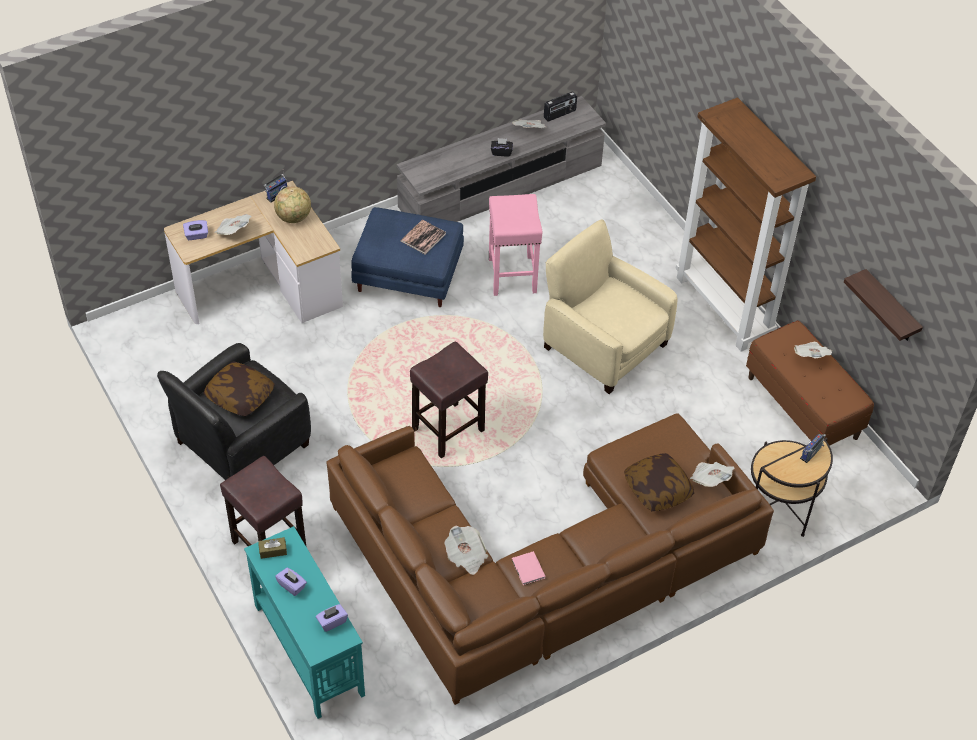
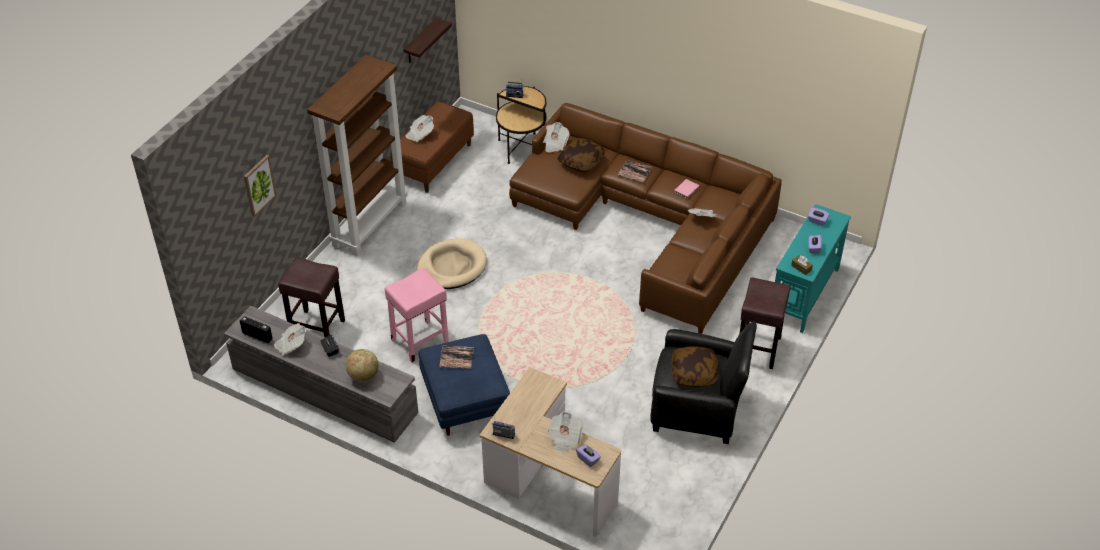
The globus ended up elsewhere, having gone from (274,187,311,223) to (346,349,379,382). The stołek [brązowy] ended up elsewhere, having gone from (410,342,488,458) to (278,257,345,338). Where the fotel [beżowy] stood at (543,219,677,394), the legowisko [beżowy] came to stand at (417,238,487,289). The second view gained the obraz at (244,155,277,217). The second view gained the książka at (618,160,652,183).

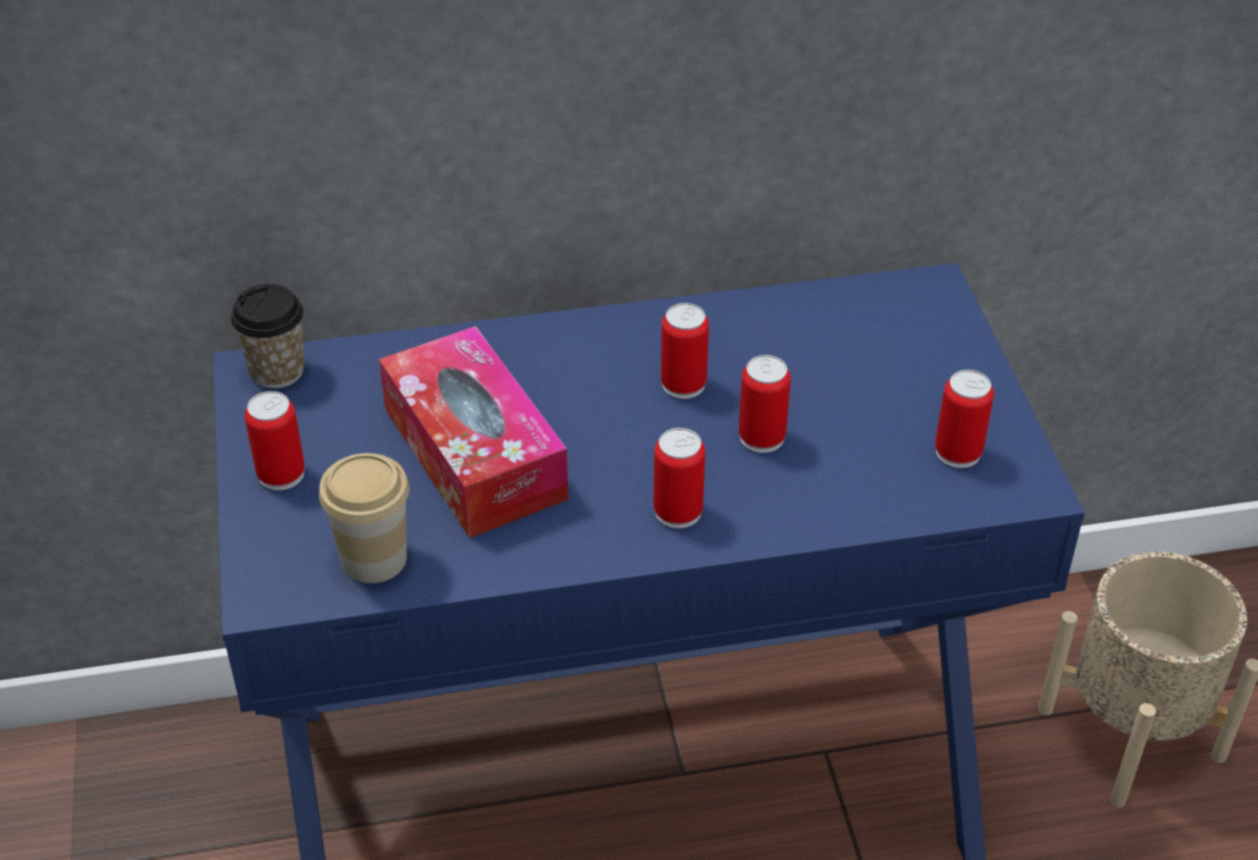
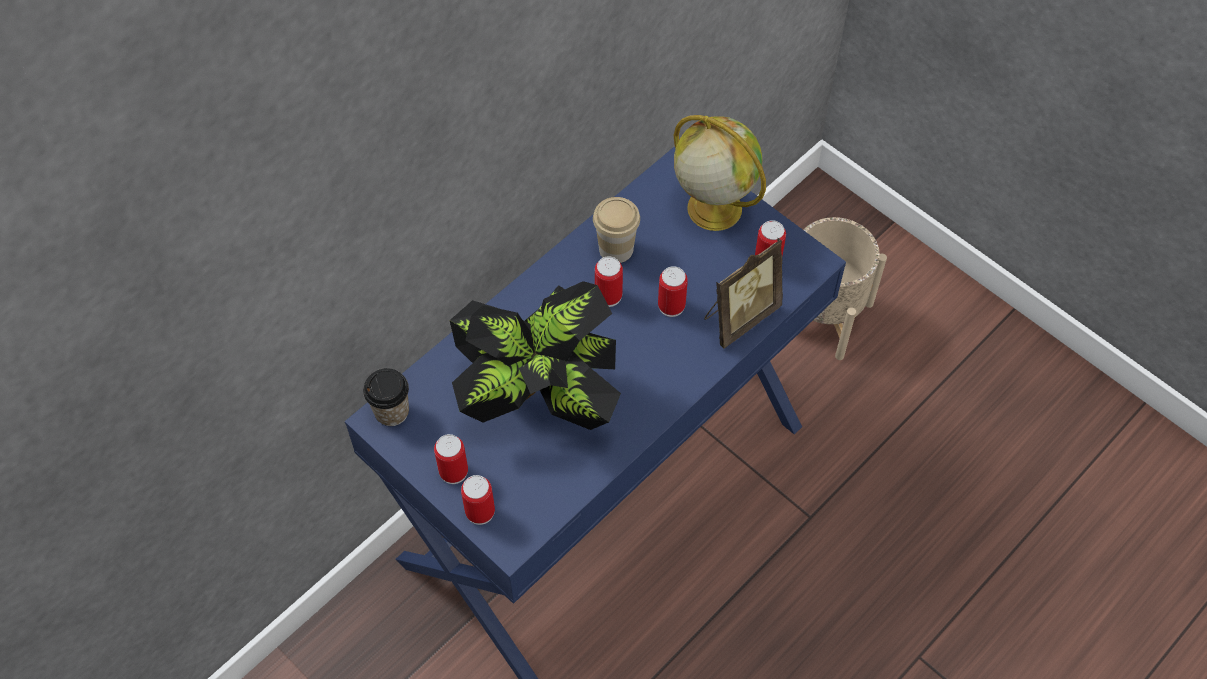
The filiżanka ended up elsewhere, having gone from (319,453,410,583) to (593,197,640,263). Where the pudełko chusteczek stood at (379,326,569,538), the roślina doniczkowa came to stand at (450,281,621,430). The puszka ended up elsewhere, having gone from (653,428,705,529) to (461,475,495,525). The second view gained the globus at (674,115,766,231). The second view gained the ramka na zdjęcie at (704,238,783,348).

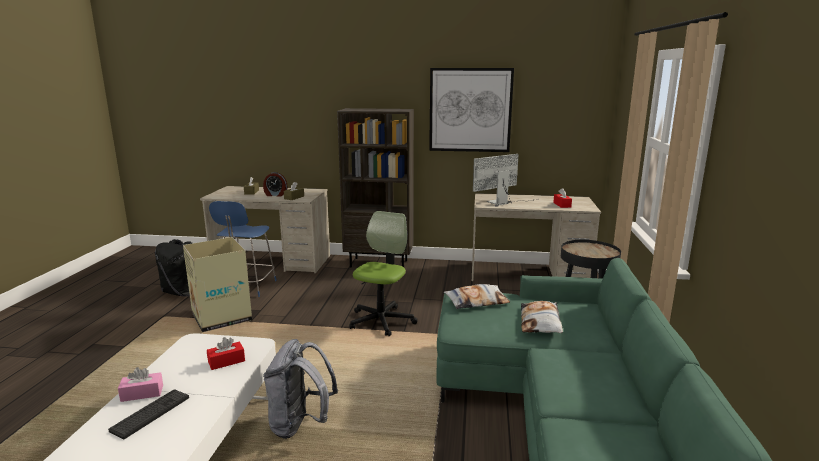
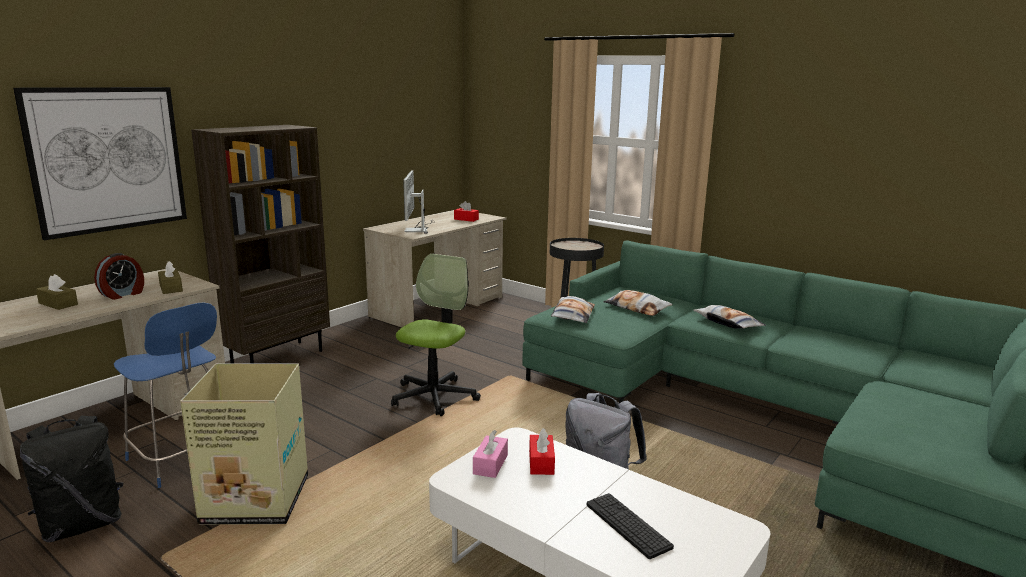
The pudełko chusteczek [różowy] ended up elsewhere, having gone from (118,367,163,402) to (473,430,508,478). The krzesło biurowe at (349,211,418,336) ended up facing another way, 60 degrees clockwise from before. The obraz ended up elsewhere, having gone from (429,68,514,152) to (13,87,187,240). The second view gained the poduszka at (693,305,766,329).

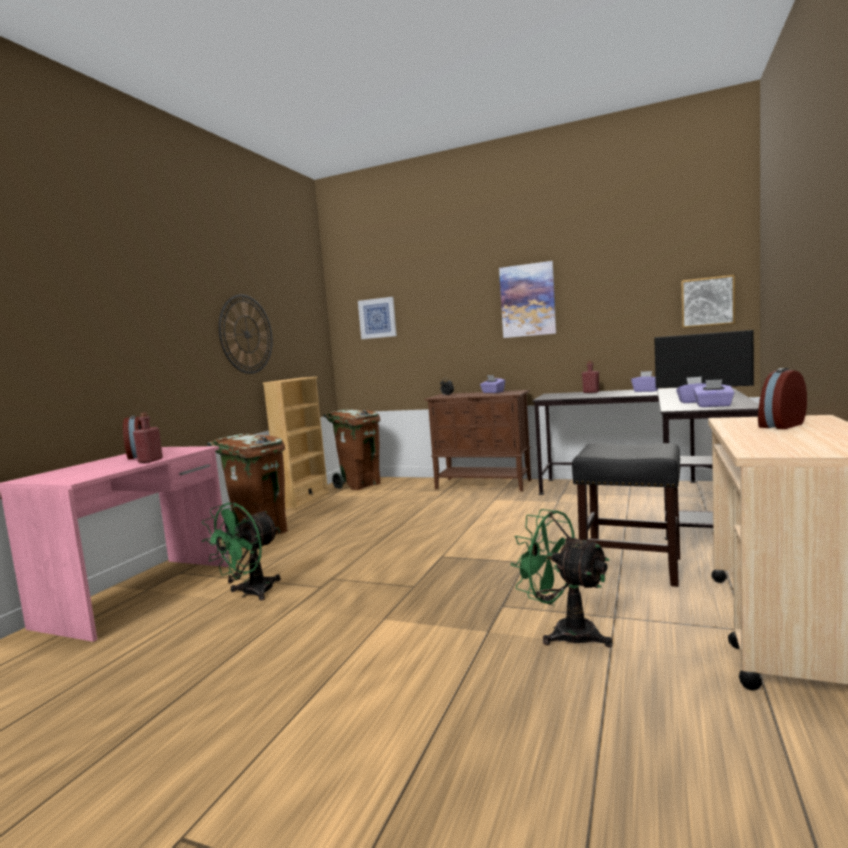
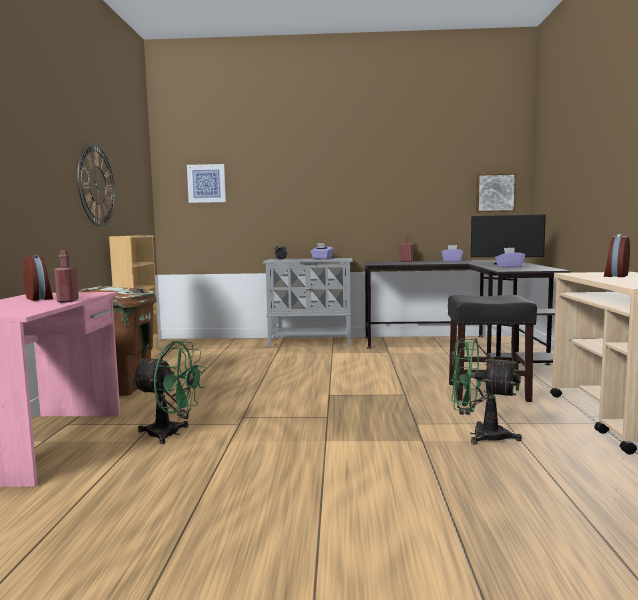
The wentylator [zielony] at (202,502,281,601) ended up facing another way, 90 degrees counterclockwise from before. The second view lost the kosz na śmieci [brązowy] at (323,409,381,490). What was the szafka [brązowy] at (424,390,531,491) turned into the szafka [szary] at (263,258,353,347). The second view lost the obraz at (499,261,556,338). The second view lost the pudełko chusteczek [fioletowy] at (693,379,734,407).

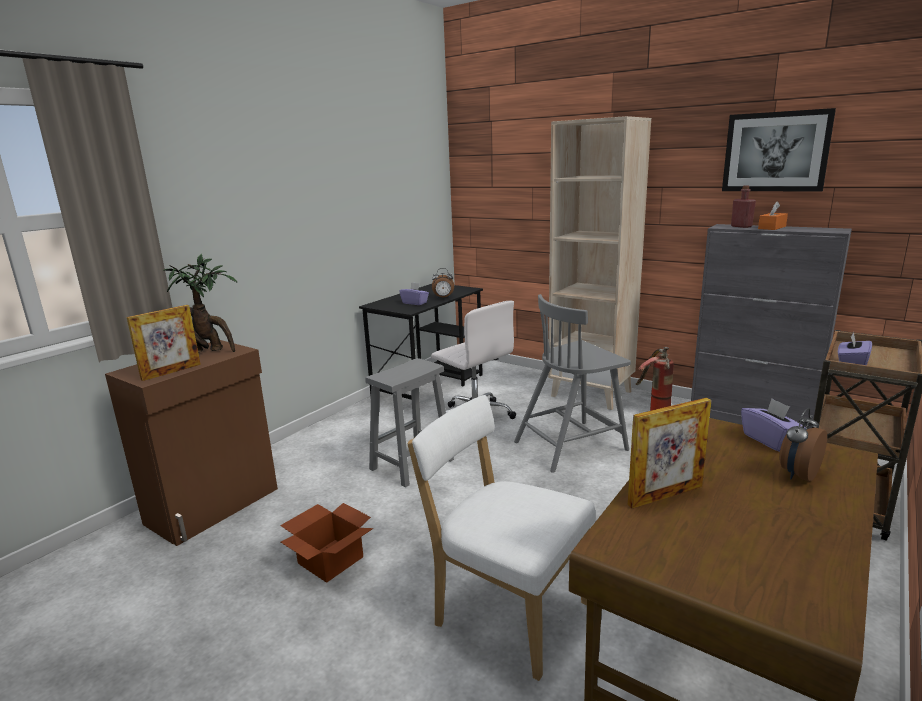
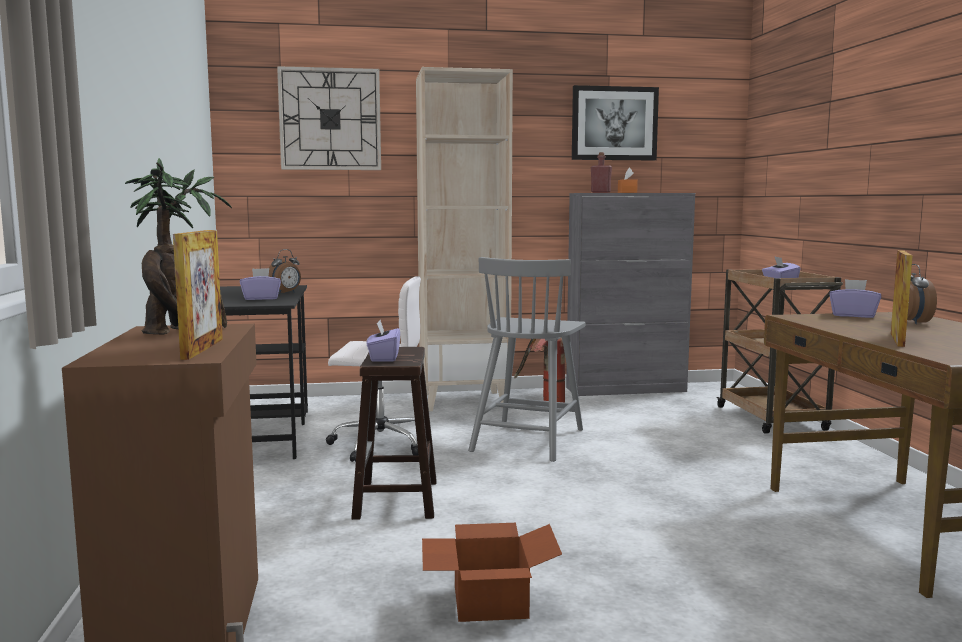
What was the stołek [szary] at (365,358,454,487) turned into the stołek [brązowy] at (351,347,437,520). The second view lost the krzesło [biały] at (407,395,595,681). The second view gained the zegar ścienny at (277,66,381,170). The second view gained the pudełko chusteczek [fioletowy] at (366,320,400,362).

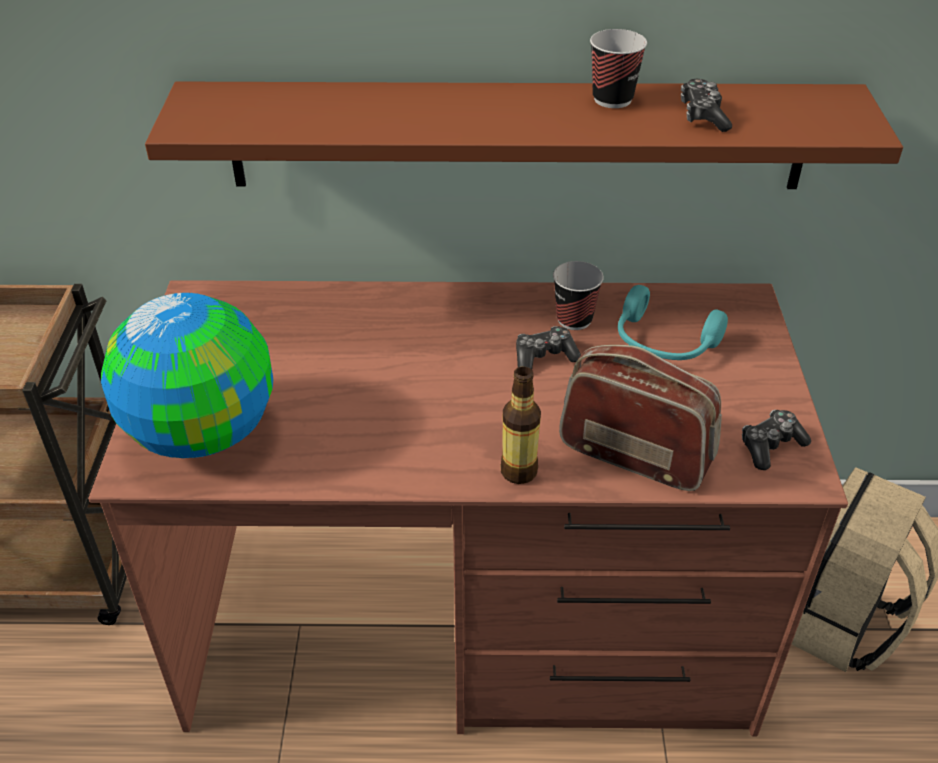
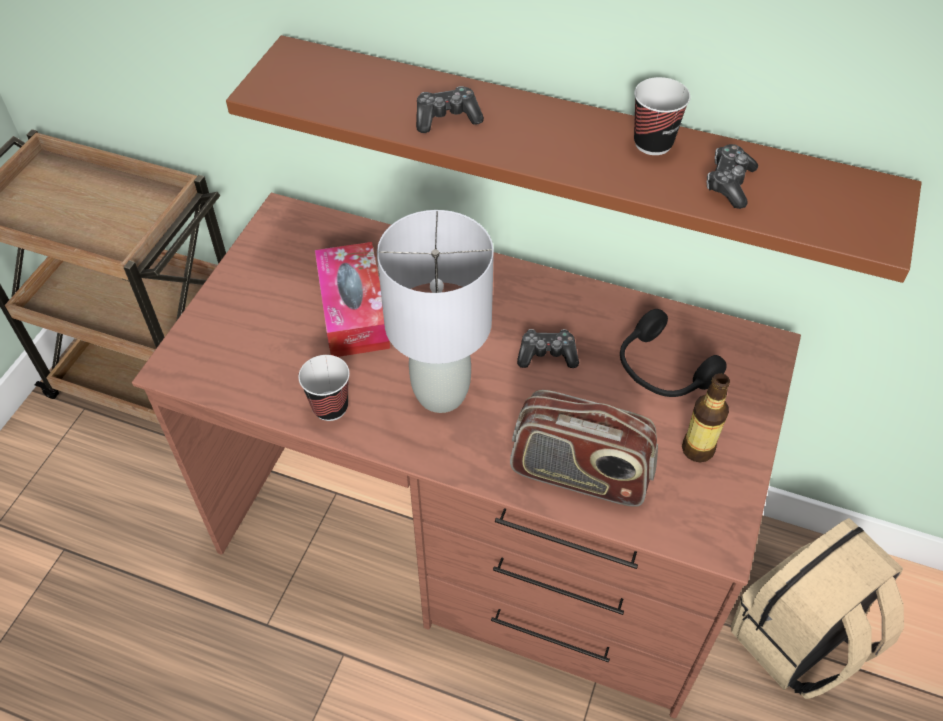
The second view lost the globus at (101,293,273,458). The butelka ended up elsewhere, having gone from (500,367,541,484) to (682,373,730,462). The filiżanka ended up elsewhere, having gone from (553,261,604,330) to (298,355,350,421). The radio at (559,345,722,491) ended up facing another way, 150 degrees clockwise from before. What was the słuchawki [turkusowy] at (618,285,728,360) turned into the słuchawki [czarny] at (620,309,727,397). The pad do gier ended up elsewhere, having gone from (742,409,811,470) to (416,86,484,133). The second view gained the pudełko chusteczek at (315,242,391,357). The second view gained the lampa stołowa [szary] at (377,210,494,413).

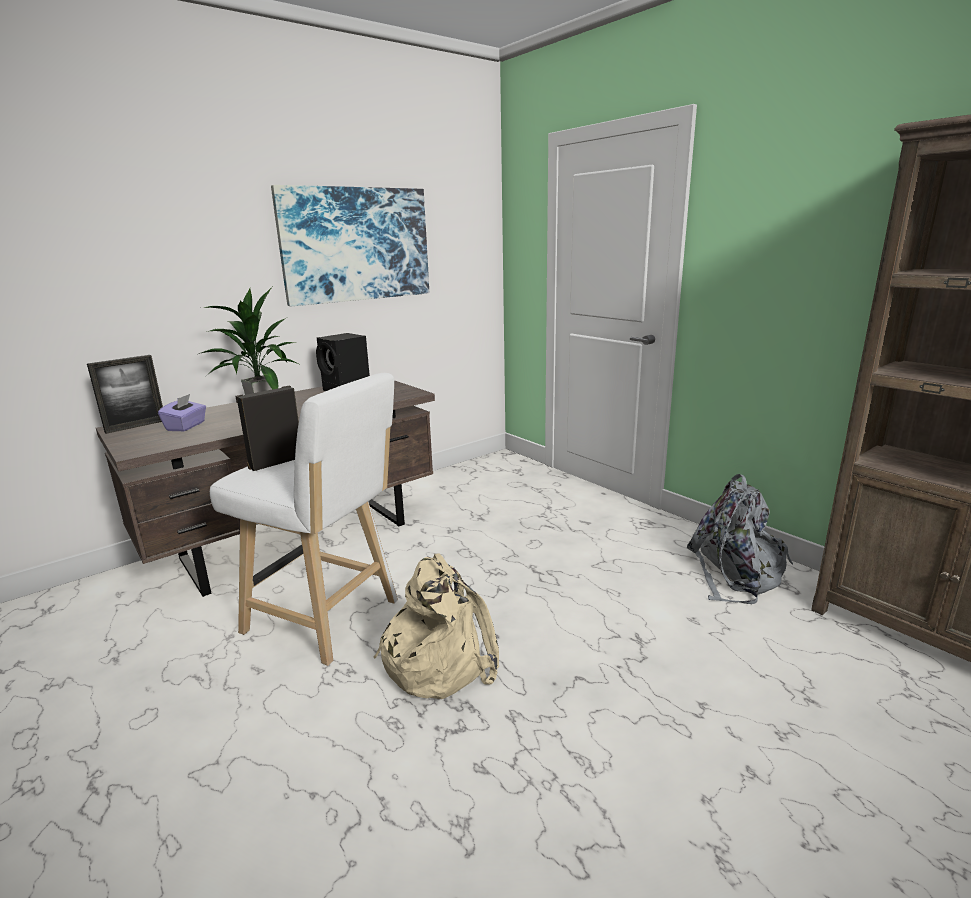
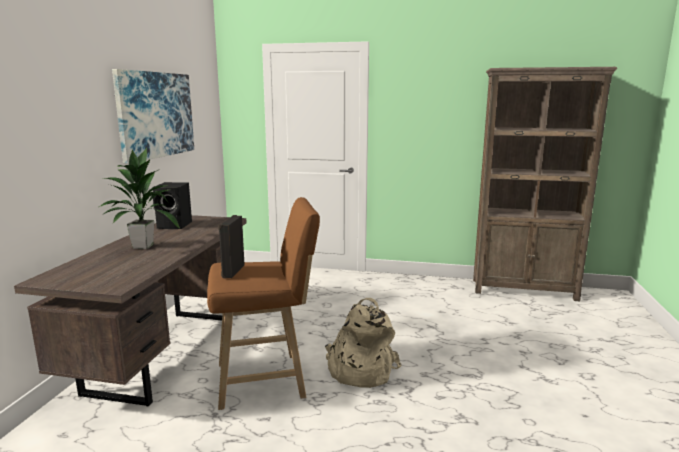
The second view lost the ramka na zdjęcie at (87,355,163,434). The second view lost the pudełko chusteczek [fioletowy] at (158,394,206,431). What was the stołek [biały] at (210,373,398,666) turned into the stołek [brązowy] at (207,197,320,410). The second view lost the plecak [szary] at (687,474,793,604).

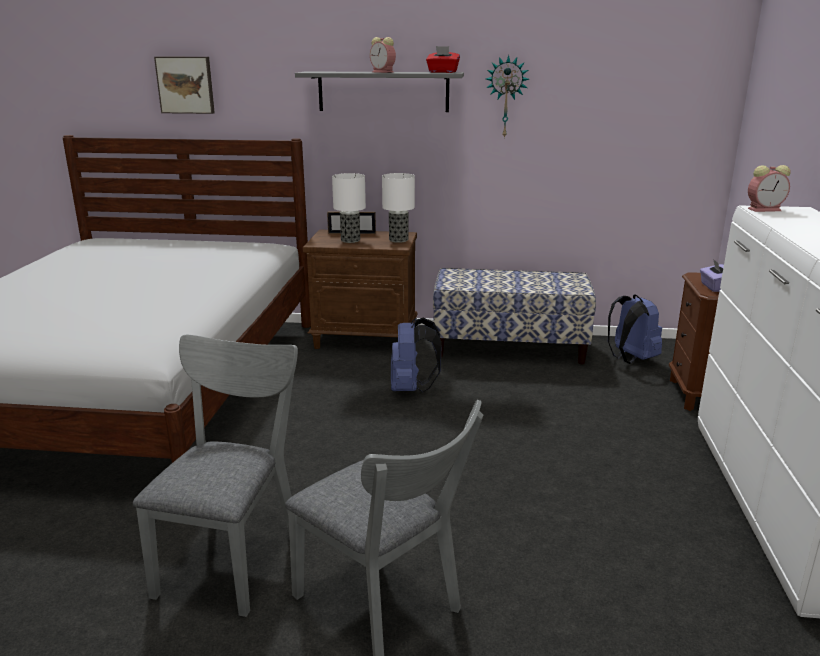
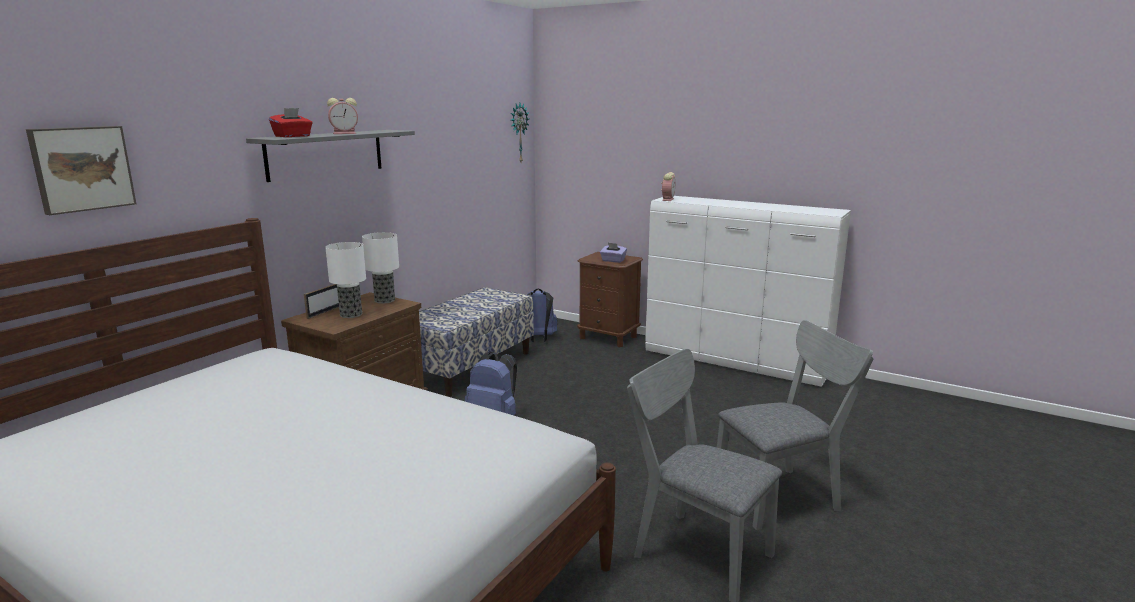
The pudełko chusteczek [czerwony] ended up elsewhere, having gone from (426,46,460,73) to (269,108,313,137). The zegar ścienny ended up elsewhere, having gone from (486,55,529,139) to (511,103,529,162).

